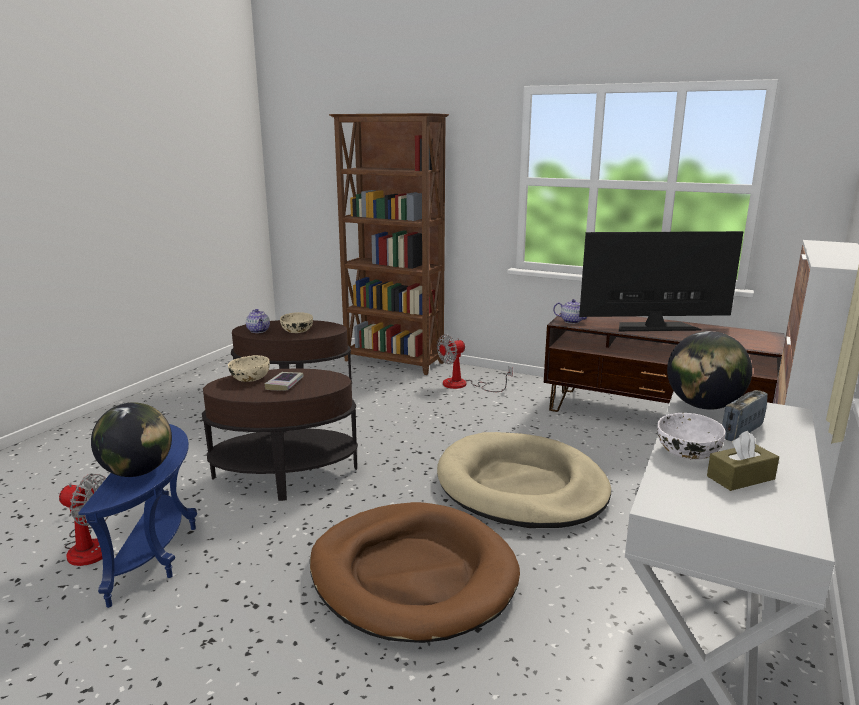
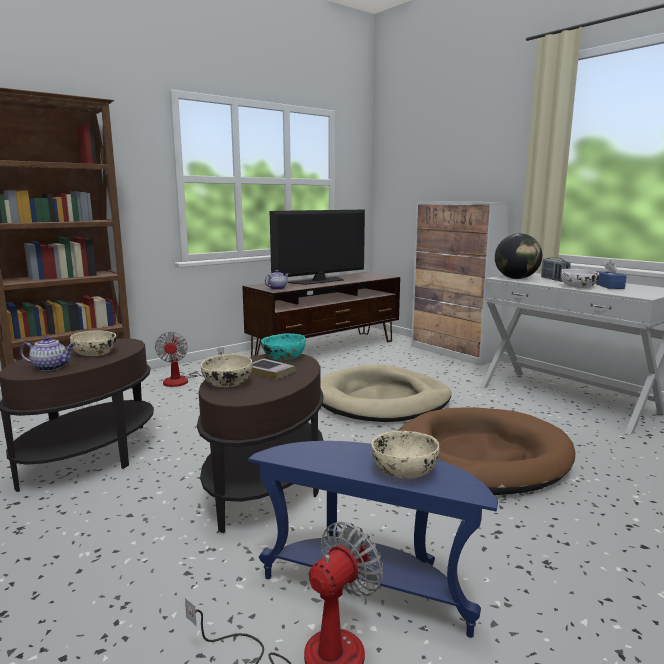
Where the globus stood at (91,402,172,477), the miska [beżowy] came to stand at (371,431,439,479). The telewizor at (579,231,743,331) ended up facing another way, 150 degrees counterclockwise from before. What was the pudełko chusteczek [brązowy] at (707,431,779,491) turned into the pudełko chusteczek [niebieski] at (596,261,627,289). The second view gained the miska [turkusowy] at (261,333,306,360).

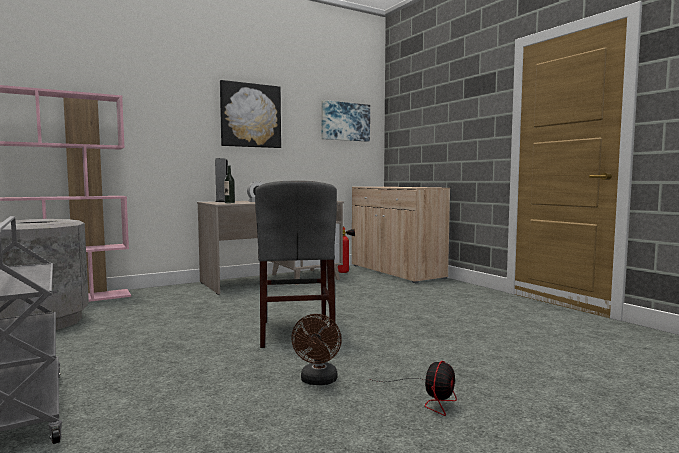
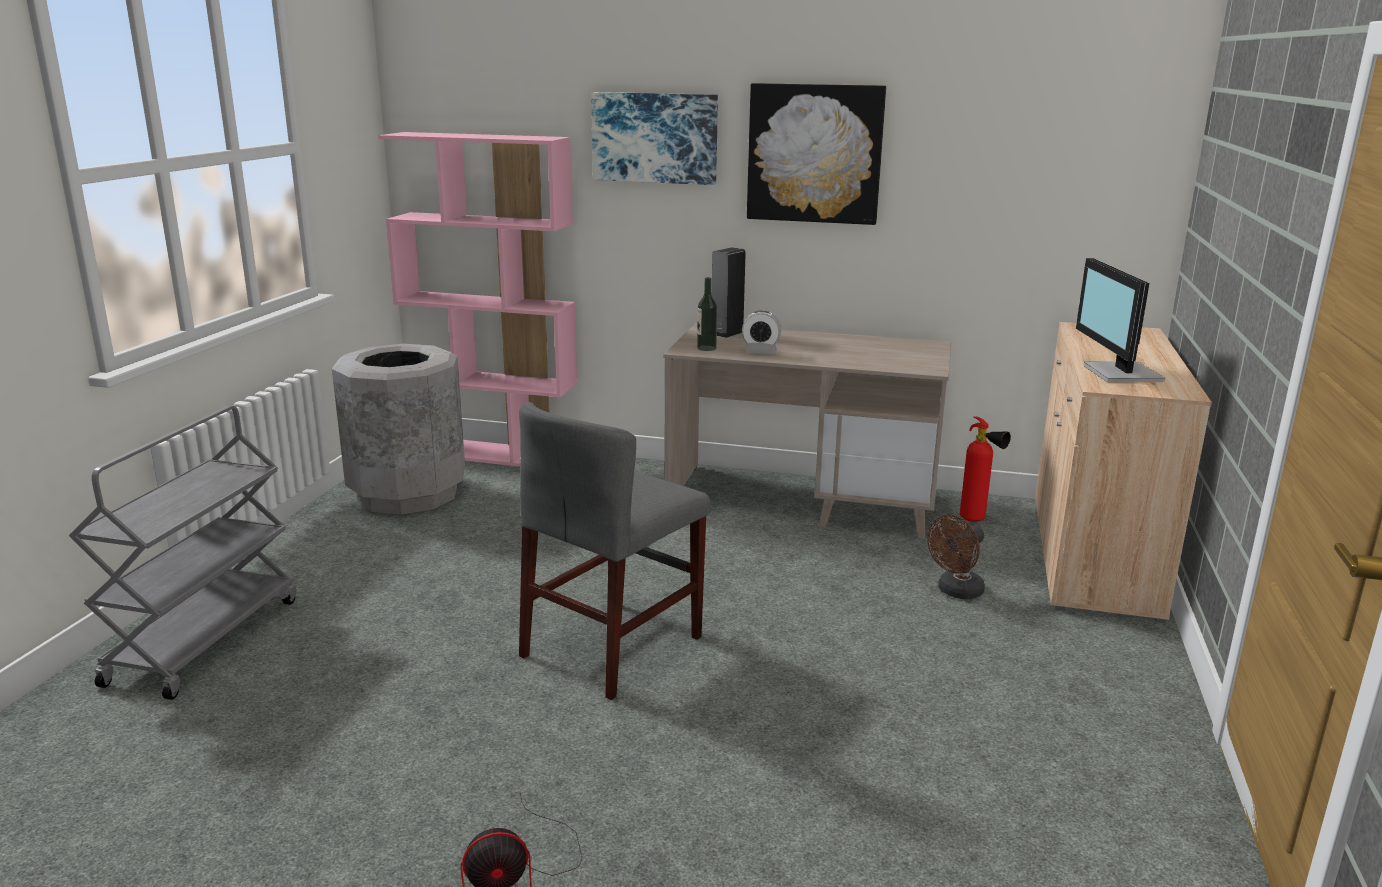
The wentylator [brązowy] ended up elsewhere, having gone from (291,314,342,385) to (927,515,985,599). The obraz ended up elsewhere, having gone from (321,100,370,142) to (591,92,718,185). The second view gained the monitor at (1076,258,1165,382).

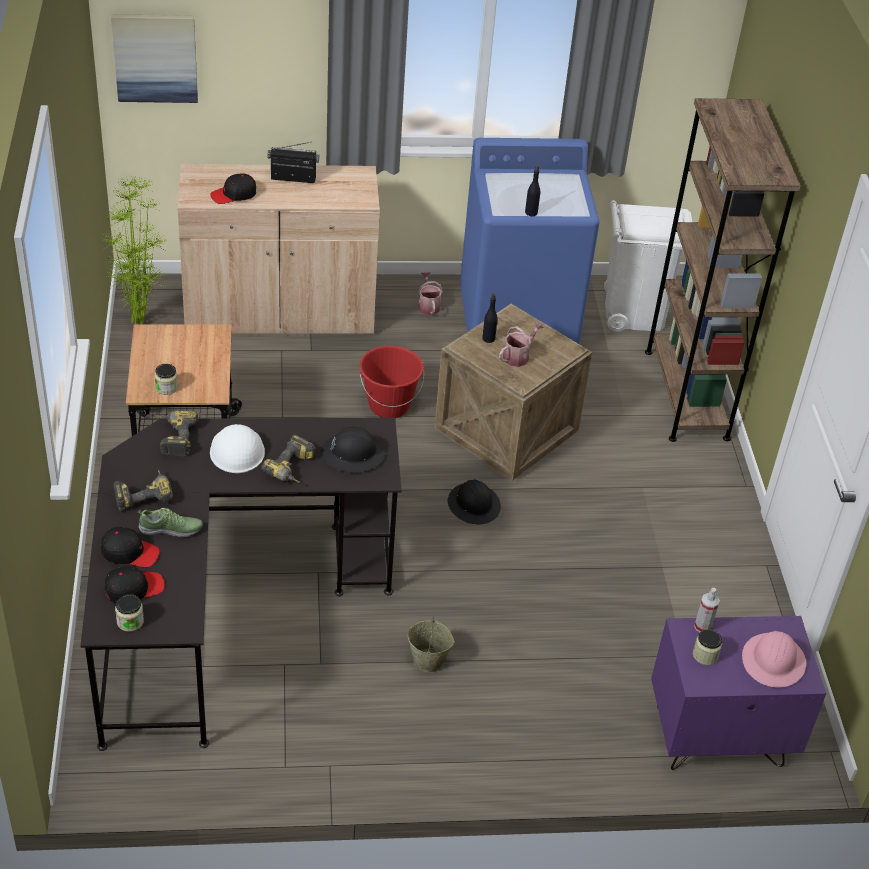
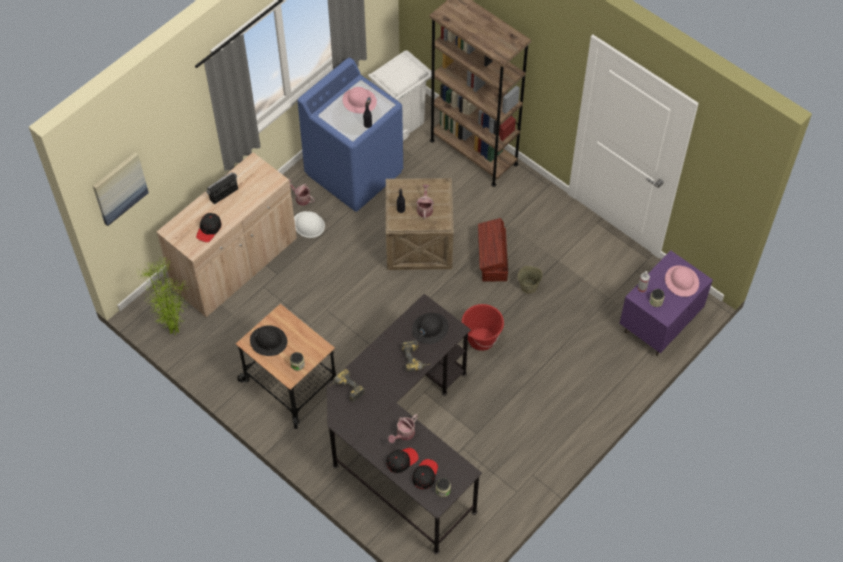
The second view lost the wiertarka at (114,470,173,512). Where the but stood at (138,508,203,538), the konewka came to stand at (388,414,418,443). The kask [biały] ended up elsewhere, having gone from (210,424,265,473) to (294,211,325,238). The wiadro [czerwony] ended up elsewhere, having gone from (359,346,424,418) to (462,304,504,351). The wiadro [beżowy] ended up elsewhere, having gone from (407,616,455,673) to (518,266,543,294). The kask [czarny] ended up elsewhere, having gone from (447,480,501,525) to (250,325,287,356). The second view gained the kask [różowy] at (342,87,377,114). The second view gained the pojemnik do przechowywania [brązowy] at (478,218,508,281).

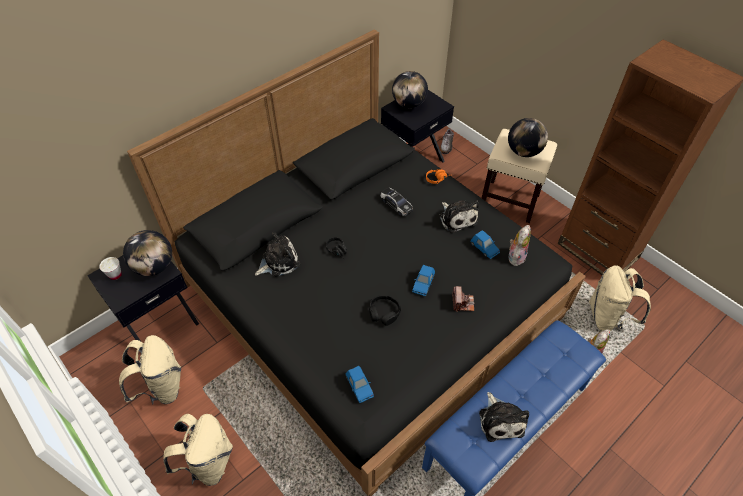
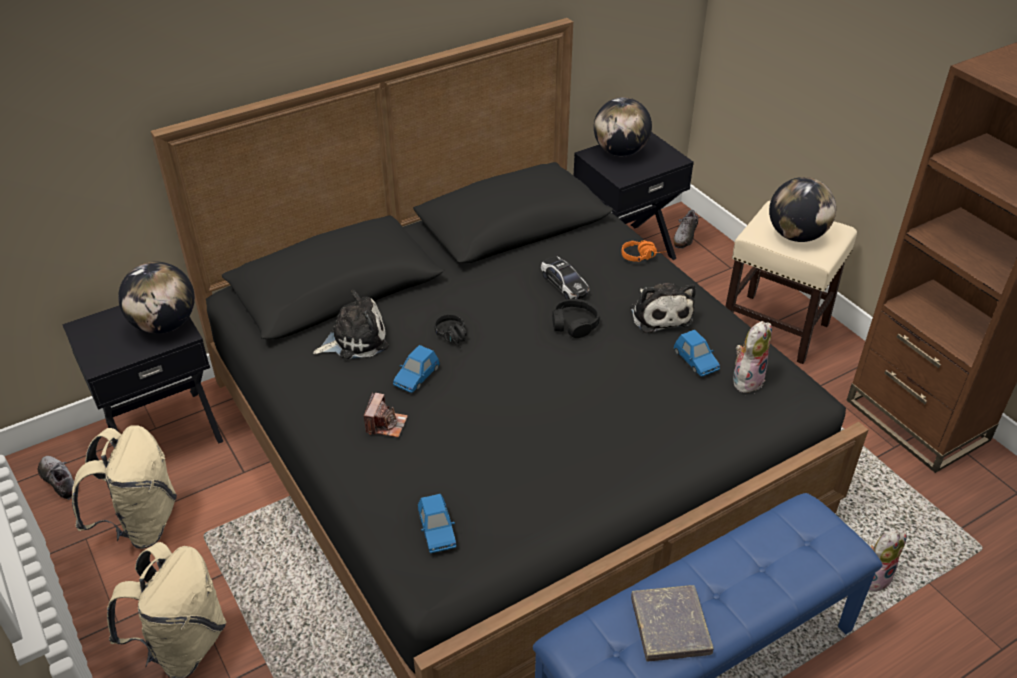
The second view lost the filiżanka [biały] at (99,257,122,280). The słuchawki [czarny] ended up elsewhere, having gone from (369,295,401,326) to (552,299,599,338). The samochodzik [niebieski] ended up elsewhere, having gone from (412,265,435,296) to (393,345,440,393). The aparat fotograficzny ended up elsewhere, having gone from (452,286,475,312) to (364,393,408,438). Where the pluszak stood at (479,392,529,442), the książka [szary] came to stand at (631,585,714,661). The second view lost the plecak [beżowy] at (589,265,651,331). The second view gained the but at (38,456,74,500).

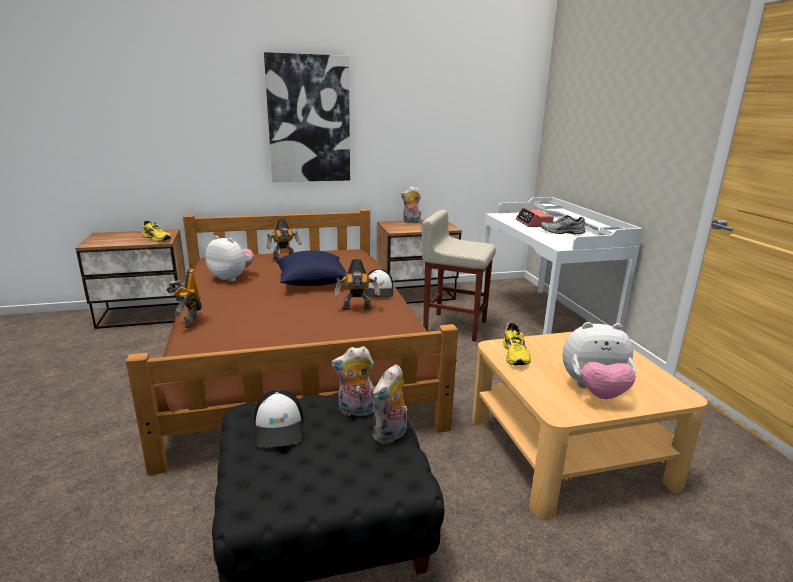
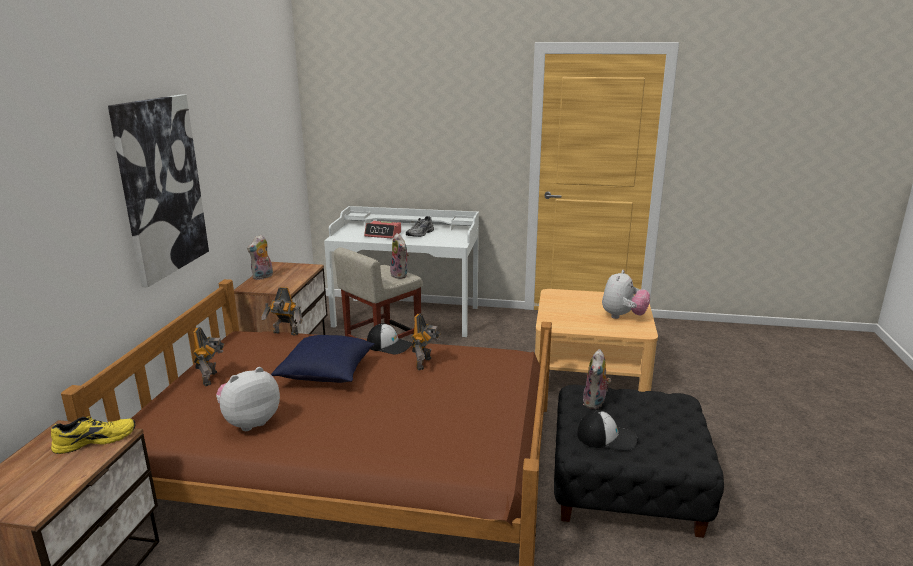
The robot zabawkowy ended up elsewhere, having gone from (166,268,202,328) to (261,287,302,336). The pluszak ended up elsewhere, having gone from (373,364,408,444) to (390,233,409,279). The second view lost the but [żółty] at (503,323,531,365).

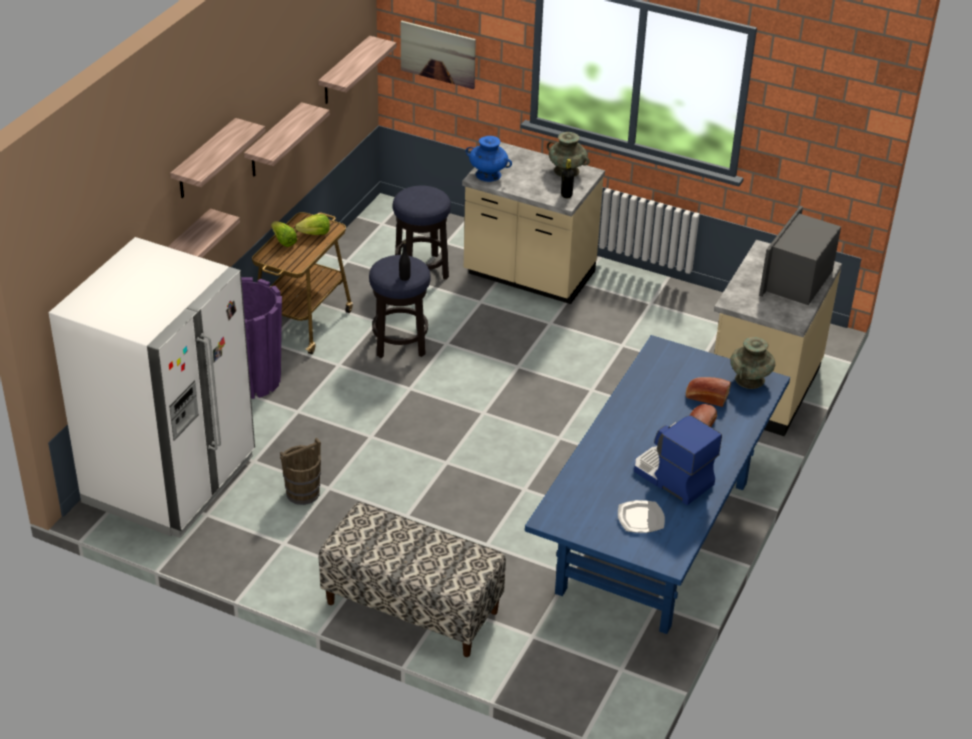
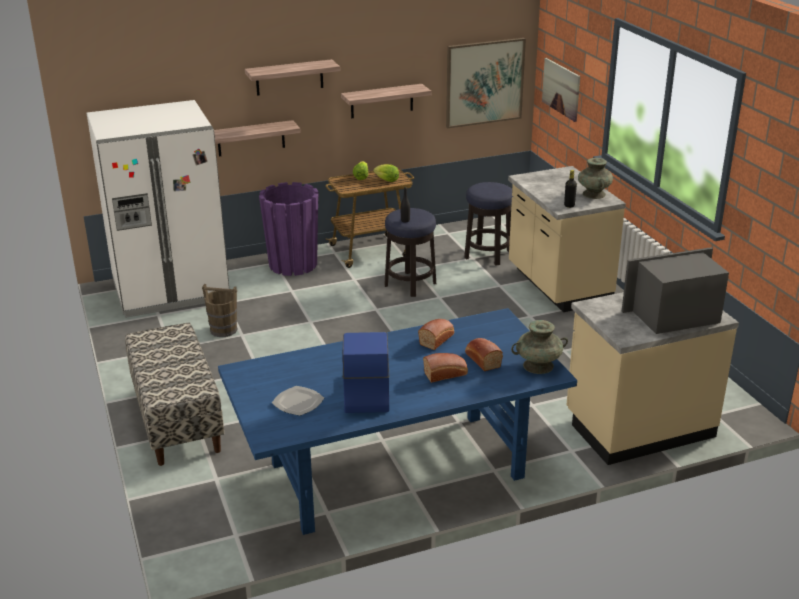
Where the półka hung at (318,36,396,104), the obraz came to hang at (446,38,526,128). The second view lost the wazon [niebieski] at (466,136,512,182). The second view gained the chleb at (418,319,454,350).

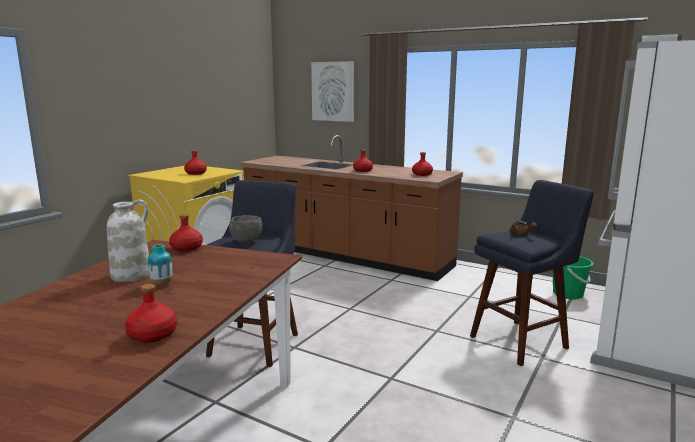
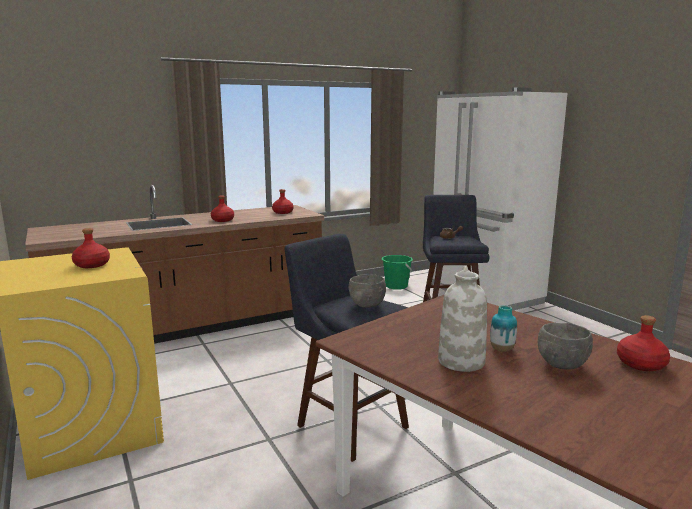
The second view lost the butelka [czerwony] at (169,214,203,252). The second view lost the obraz at (311,61,354,122). The second view gained the miska [szary] at (538,323,593,370).

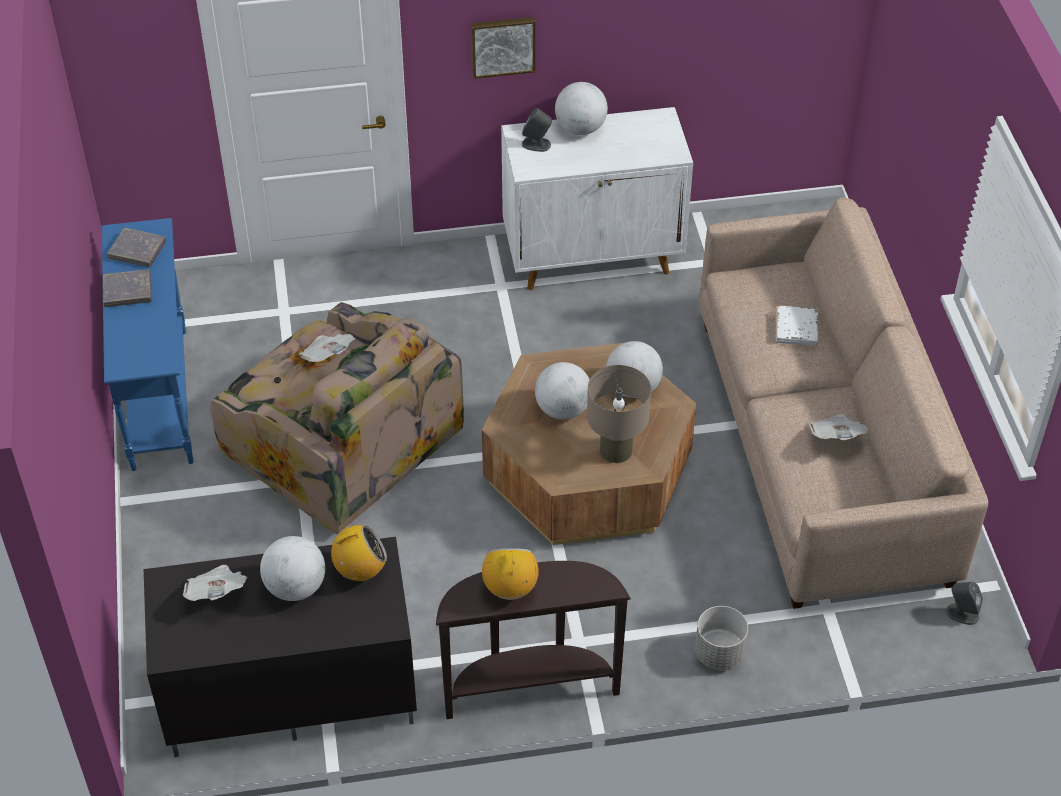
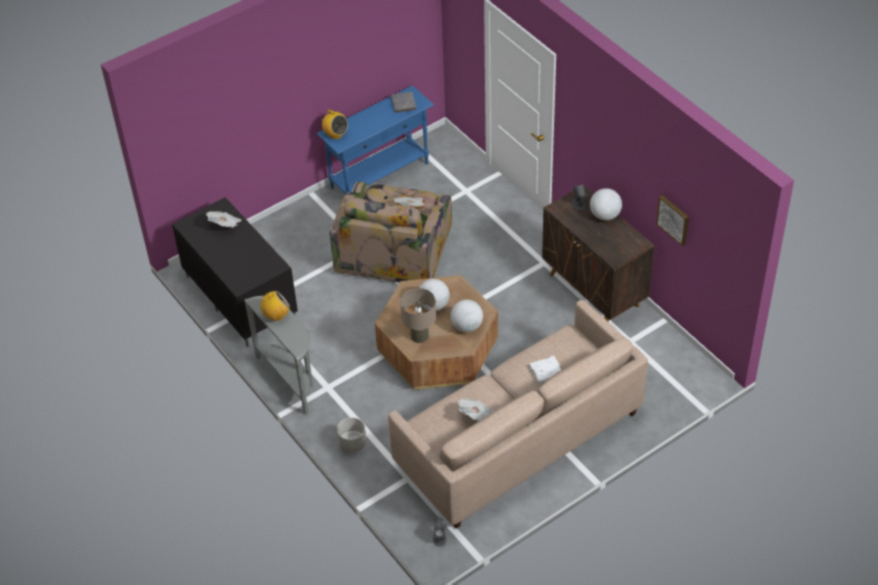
The second view lost the książka [szary] at (103,269,152,307). The second view lost the globus at (260,536,325,601). The radio ended up elsewhere, having gone from (331,525,387,582) to (321,110,348,139). What was the stolik konsolowy [brązowy] at (436,561,631,719) turned into the stolik konsolowy [szary] at (244,296,313,415). The obraz ended up elsewhere, having gone from (471,17,535,79) to (656,195,689,246). What was the szafka [biały] at (501,107,693,290) turned into the szafka [brązowy] at (542,186,654,322).

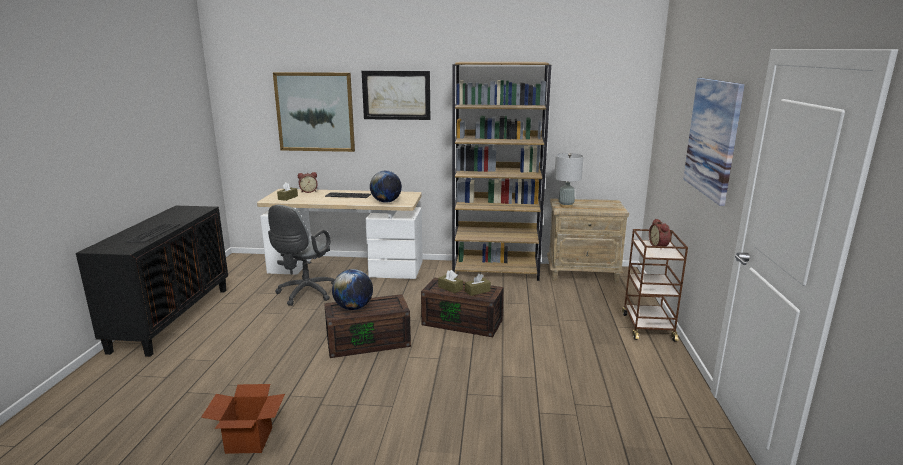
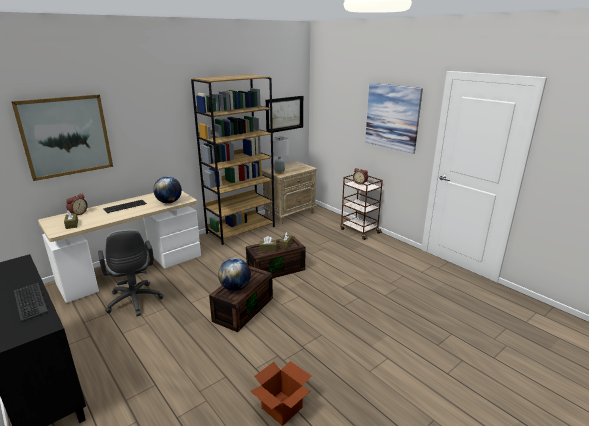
The obraz ended up elsewhere, having gone from (362,71,430,120) to (266,96,303,133).

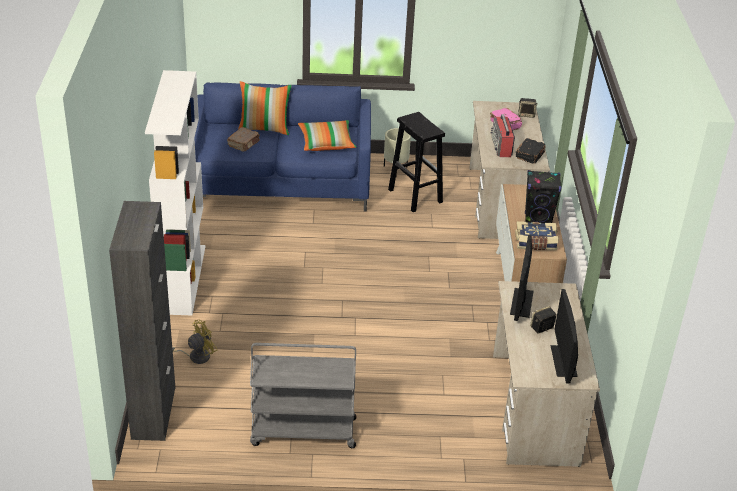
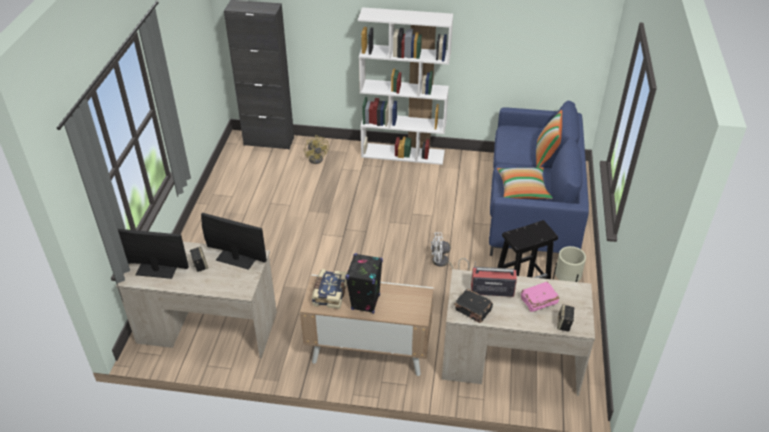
The second view lost the książka [brązowy] at (227,127,260,152). The second view lost the wózek [szary] at (250,343,356,448). The second view gained the wentylator [biały] at (431,232,469,270).

